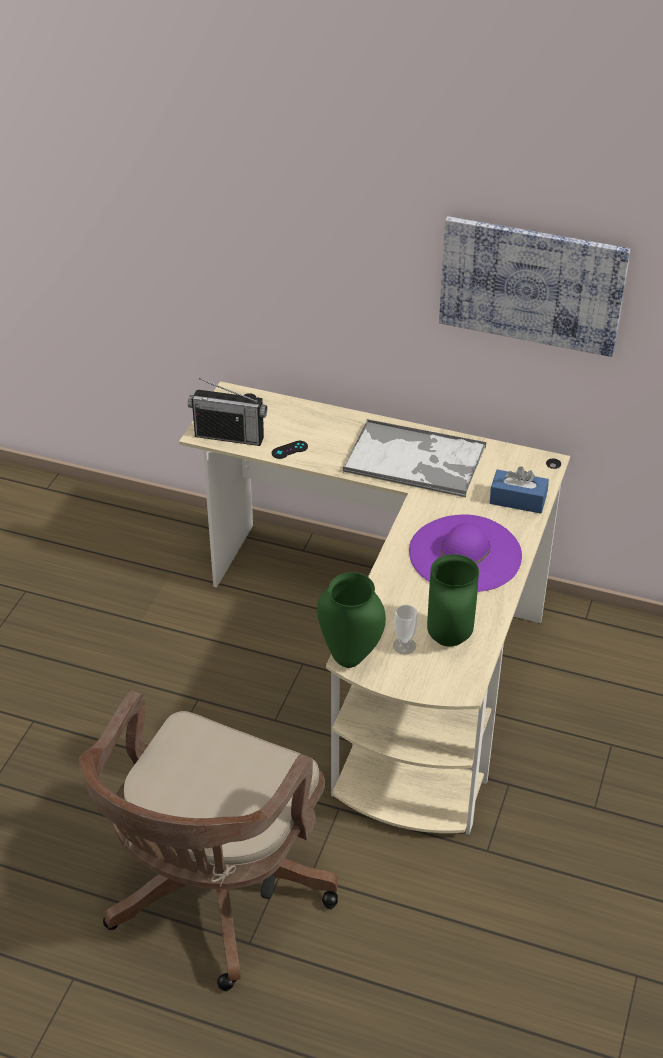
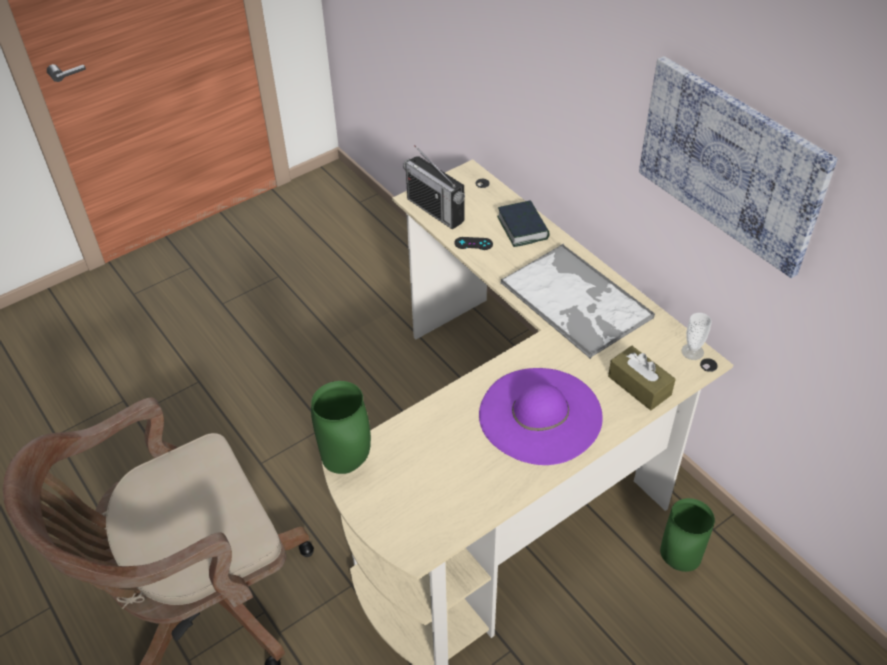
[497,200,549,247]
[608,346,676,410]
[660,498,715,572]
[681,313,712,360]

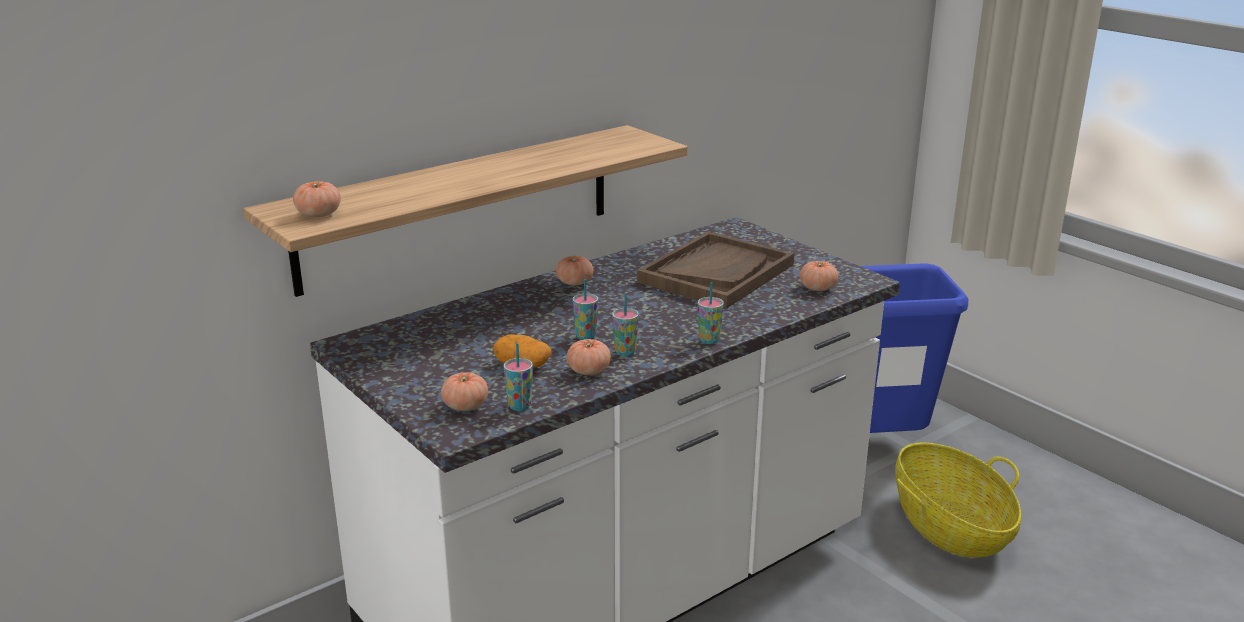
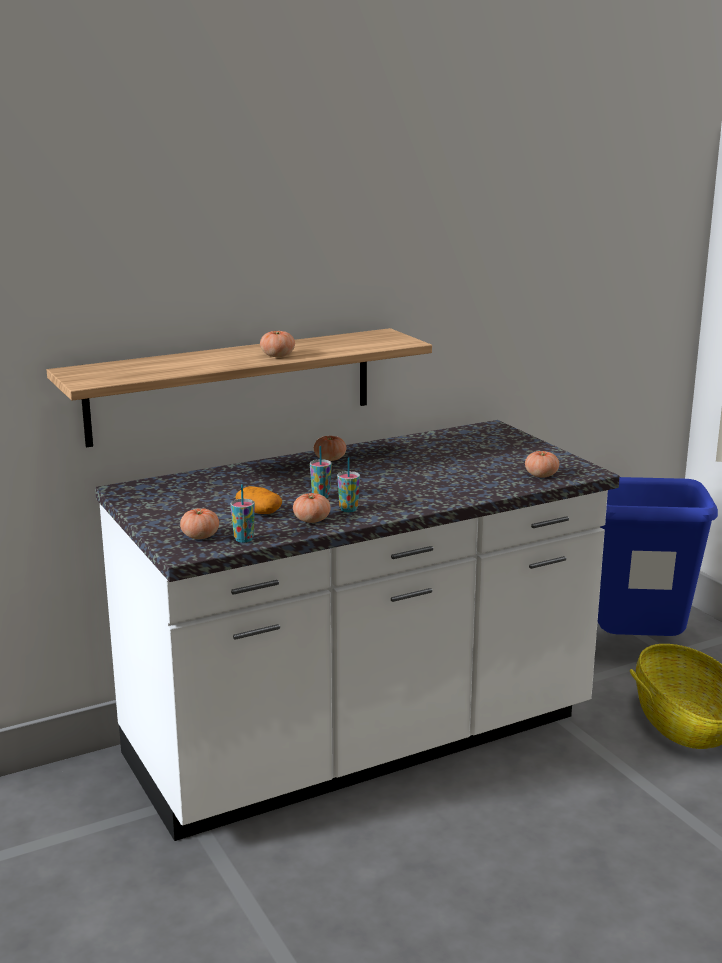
[260,331,295,357]
[637,231,794,309] (first image)
[698,282,724,344] (first image)

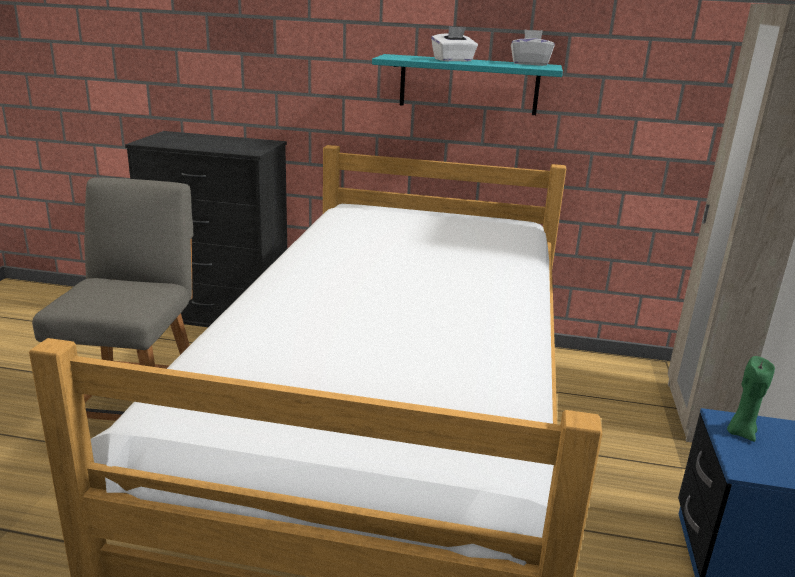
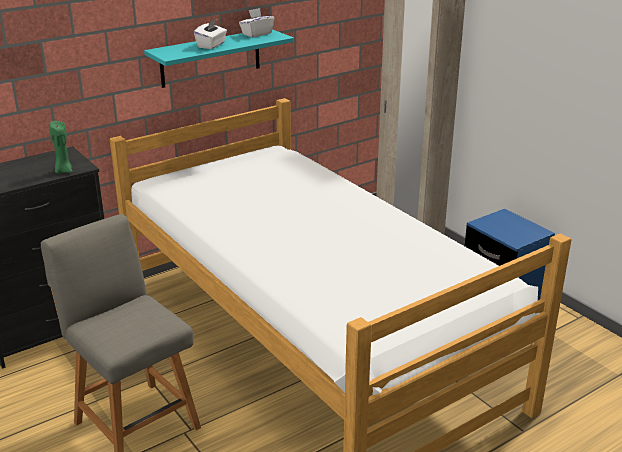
[50,121,73,174]

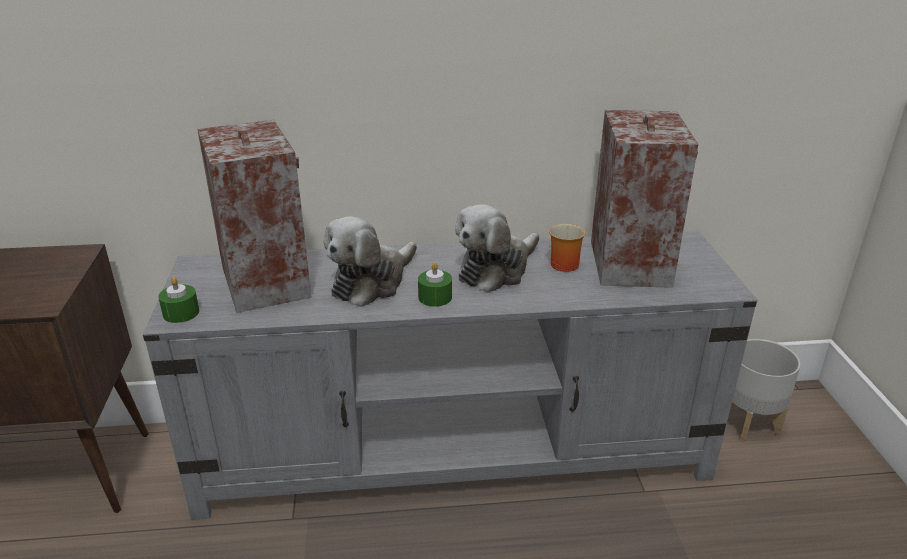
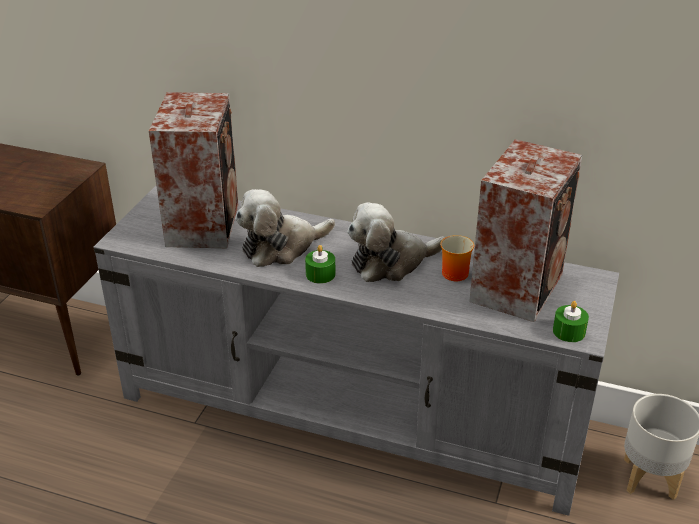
[553,301,589,342]

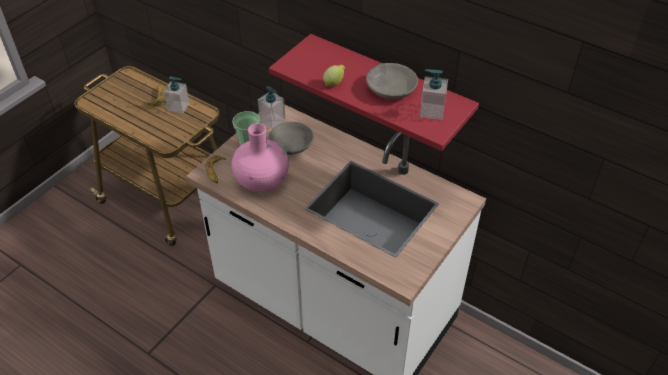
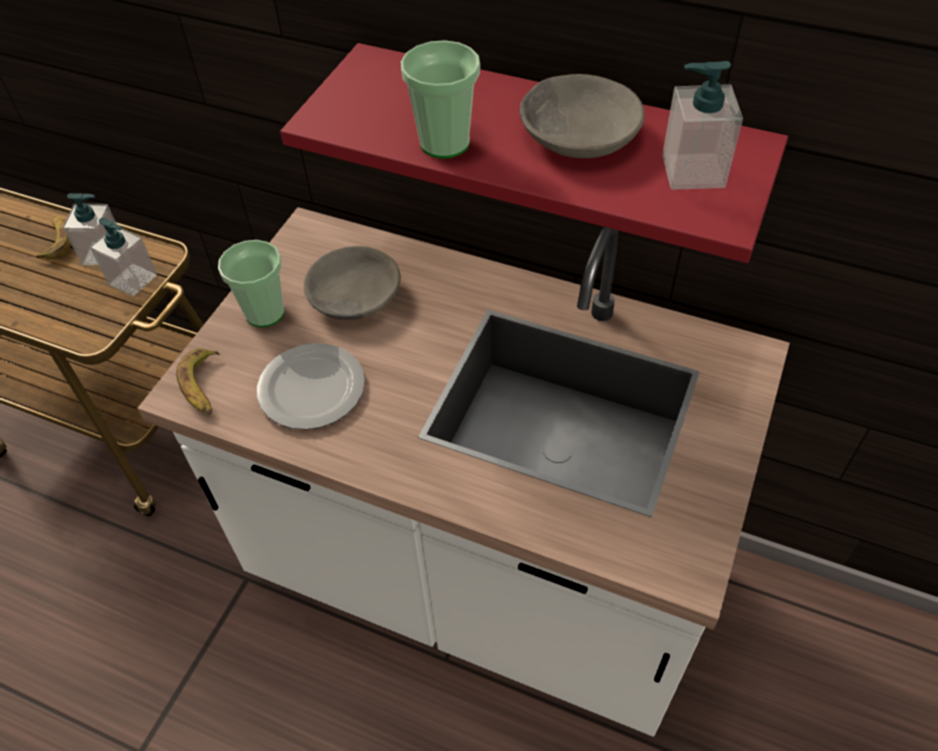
[90,217,157,296]
[257,343,365,430]
[401,40,480,159]

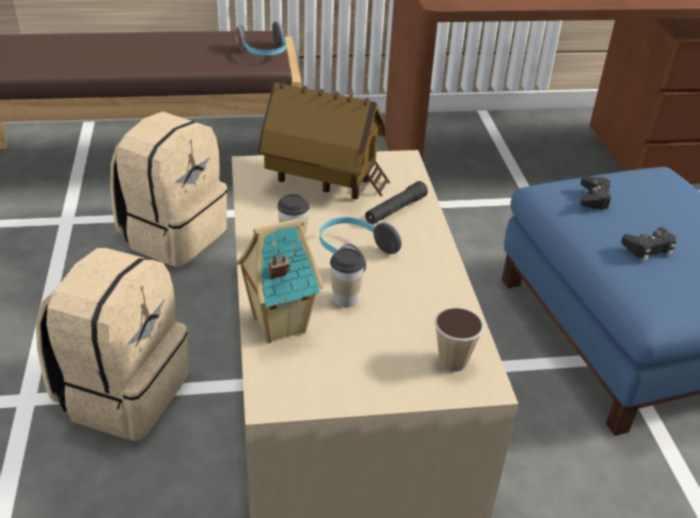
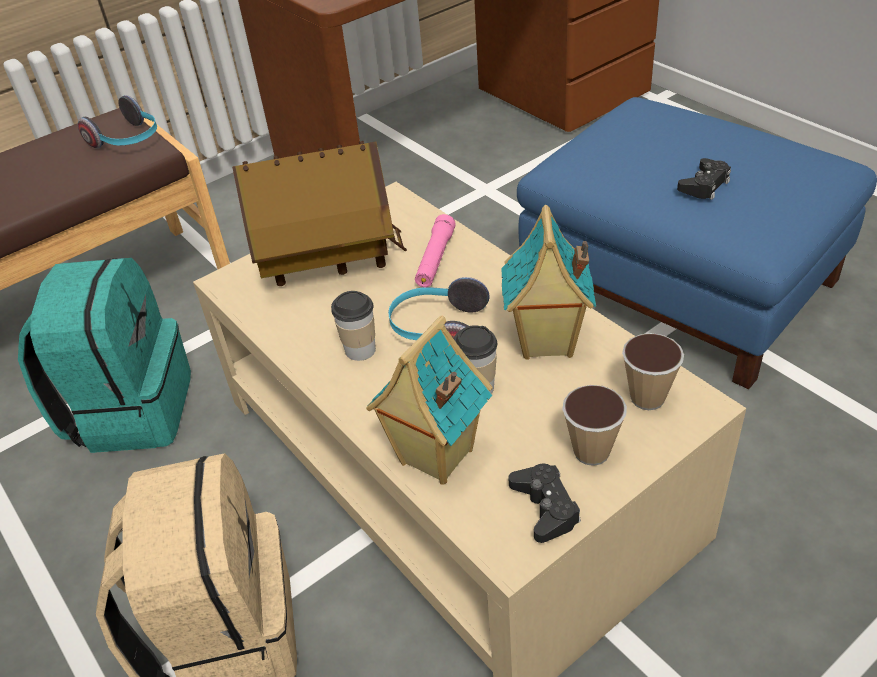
[18,258,191,453]
[415,214,456,287]
[501,205,596,360]
[508,463,581,543]
[562,385,627,466]

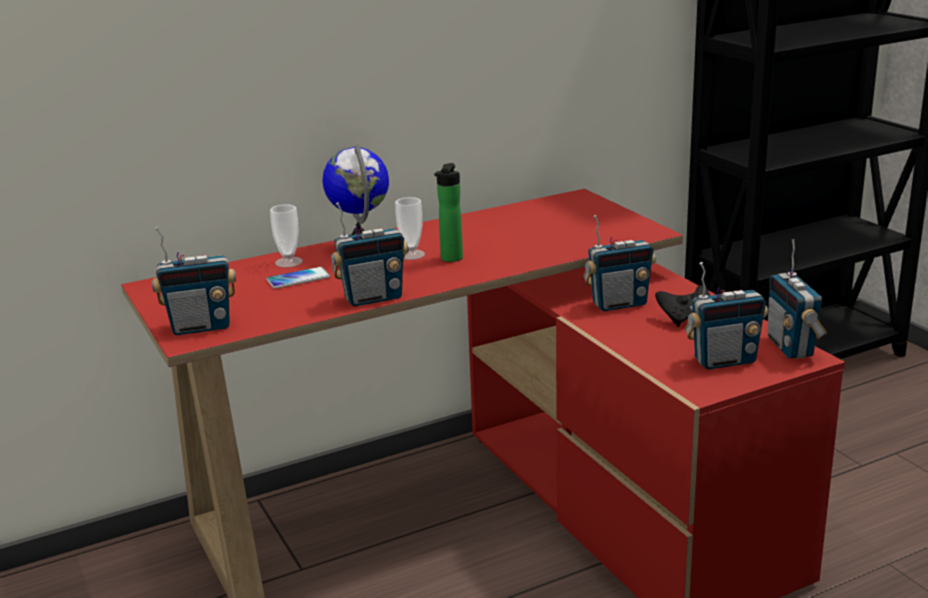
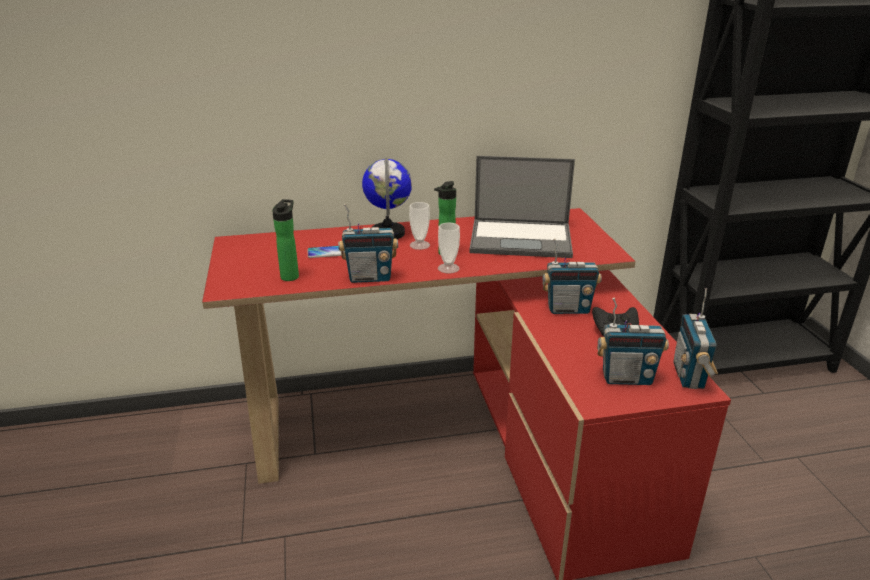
[272,199,299,281]
[438,223,460,274]
[470,156,575,258]
[152,227,236,335] (first image)

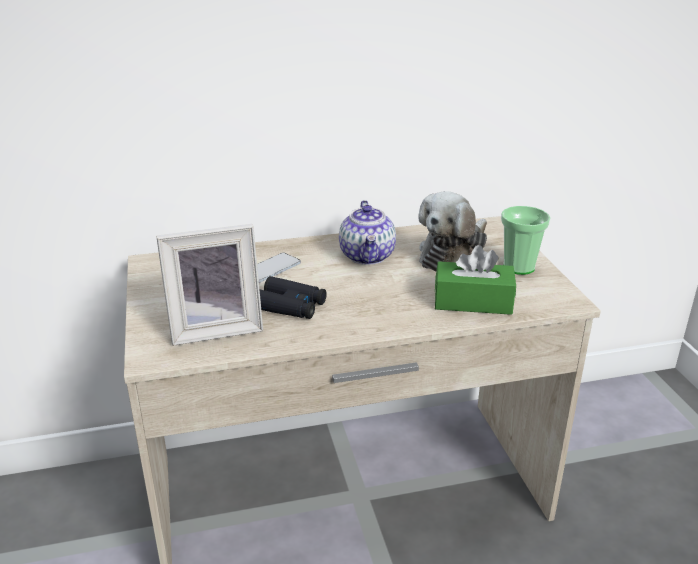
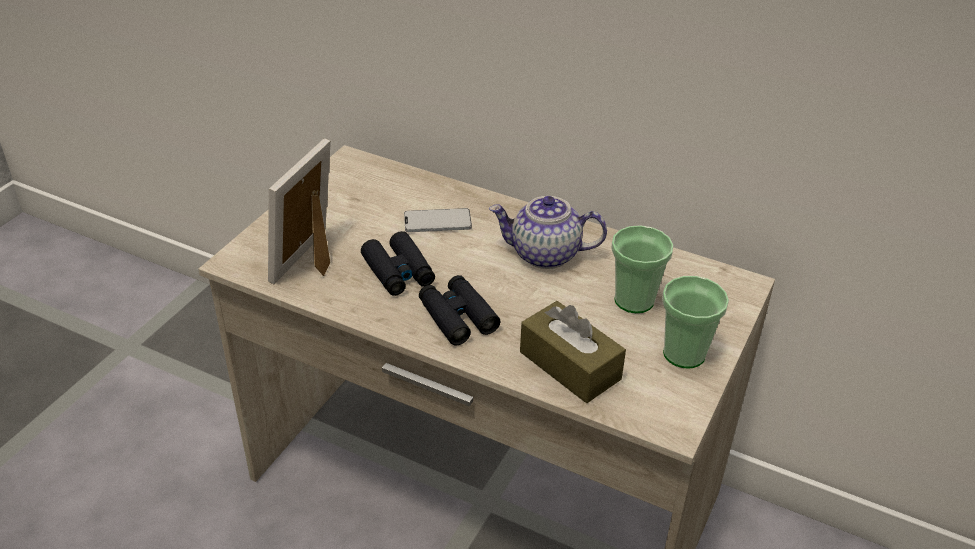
[268,139,331,284]
[419,275,500,346]
[489,196,607,269]
[520,301,626,403]
[611,225,674,313]

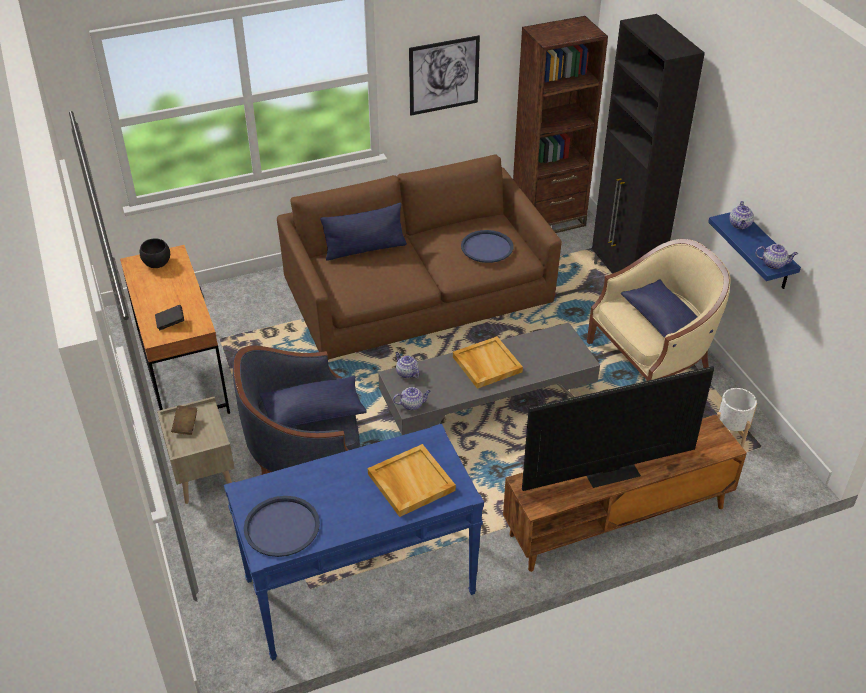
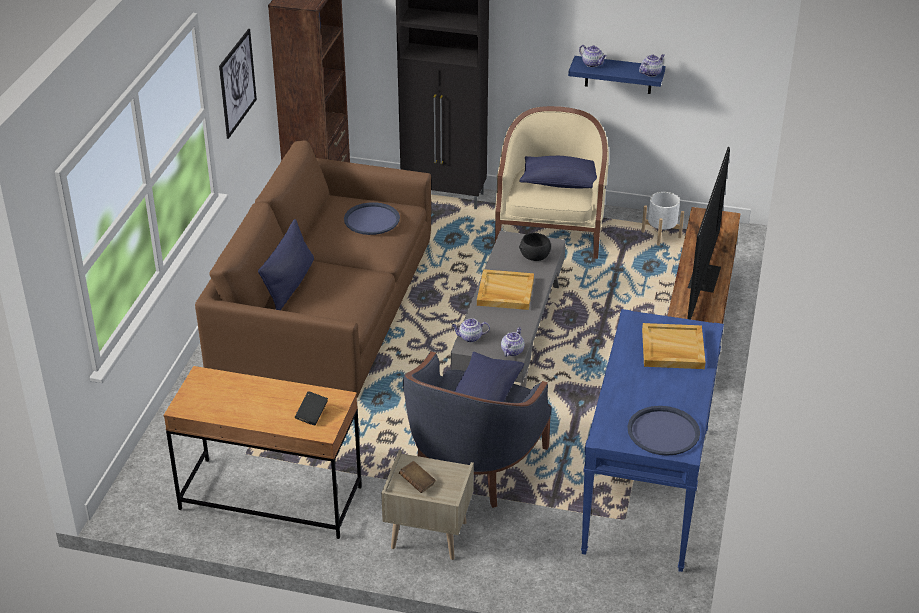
[519,233,551,261]

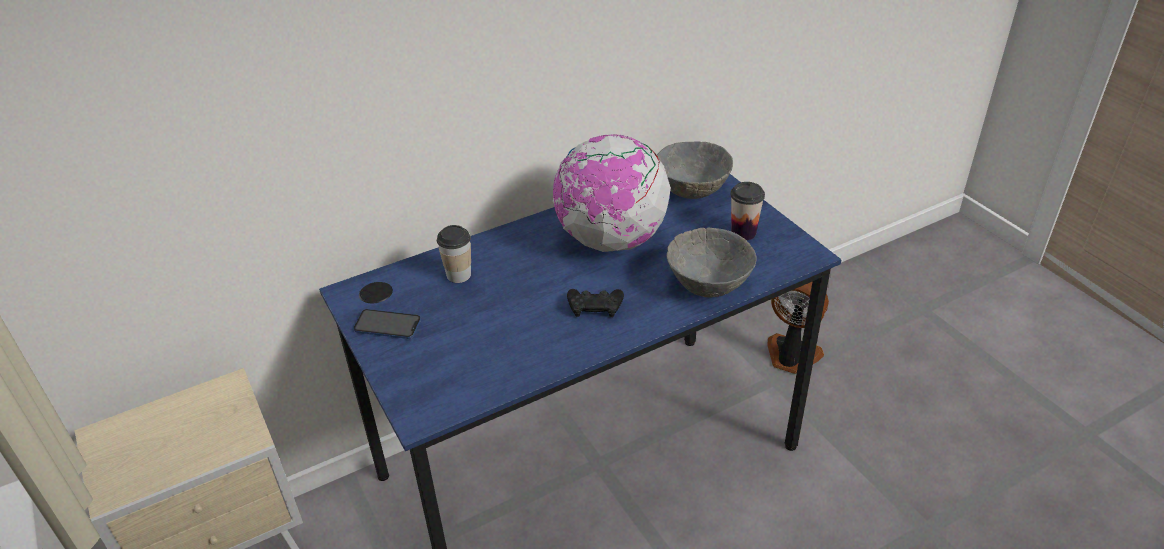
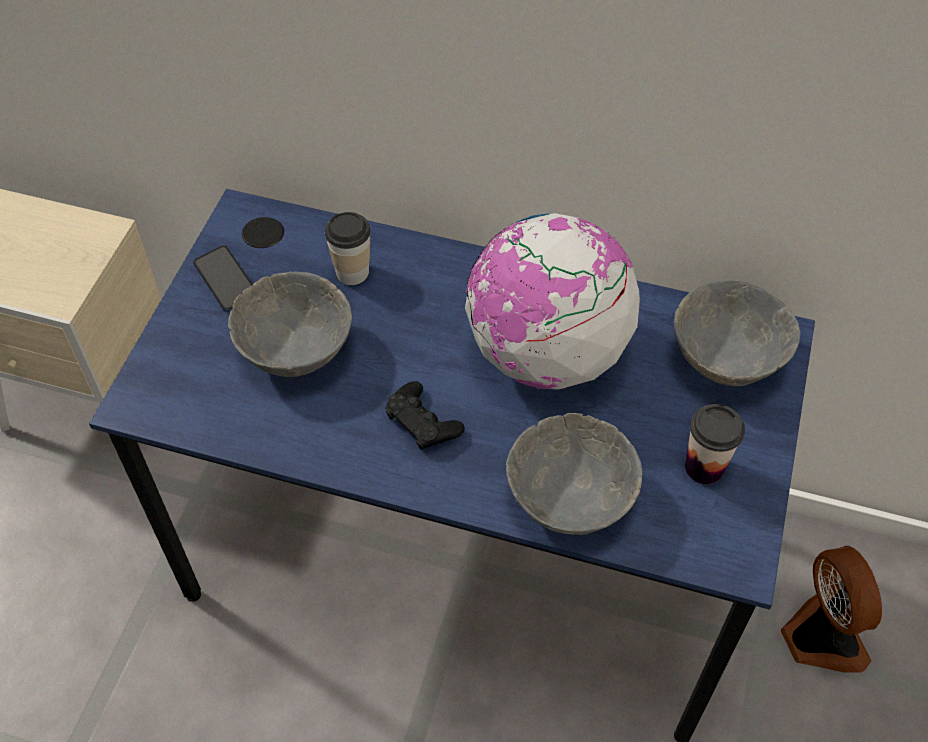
[228,271,352,377]

